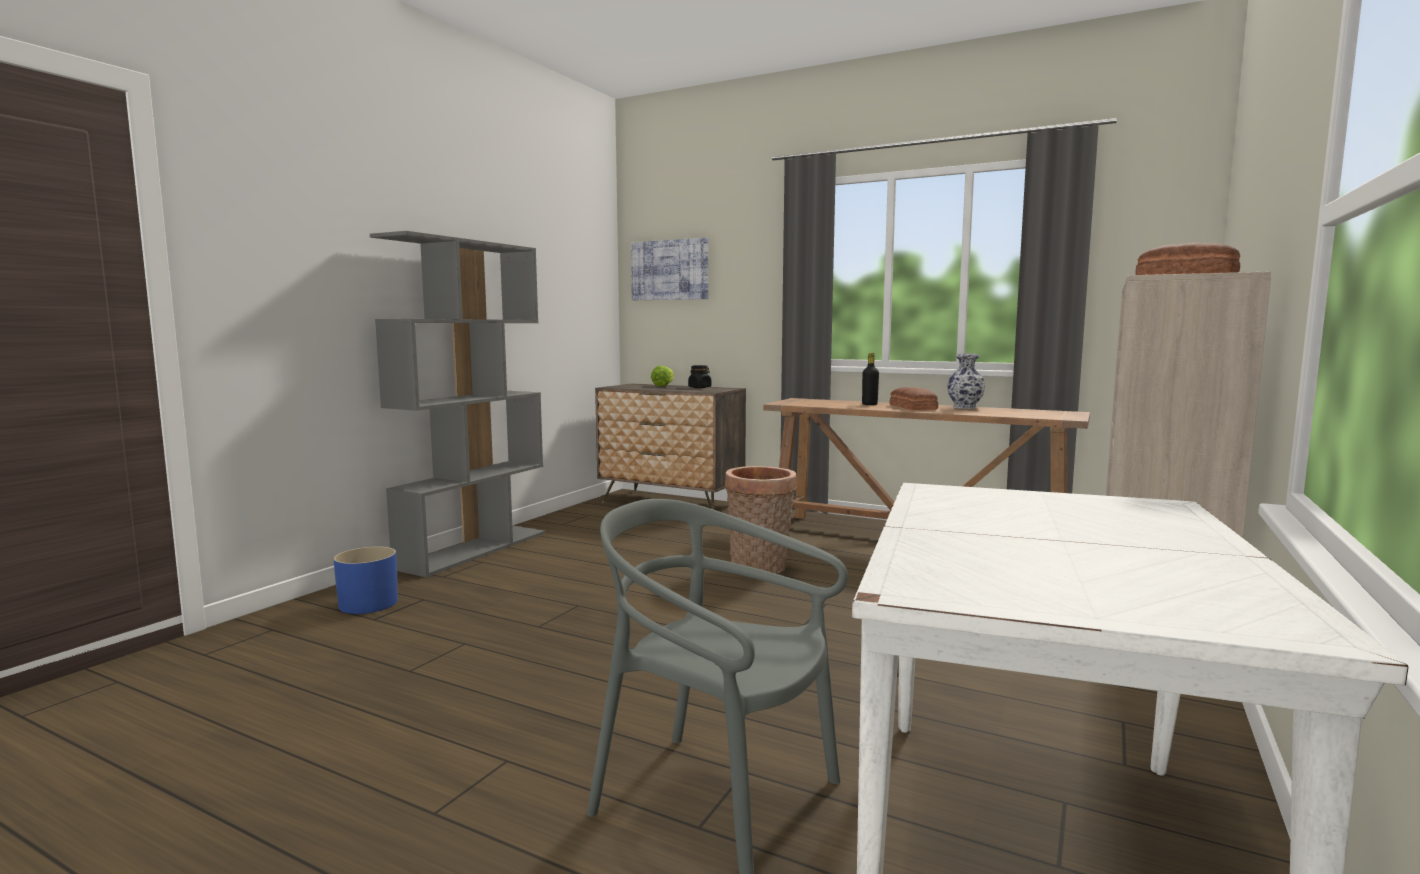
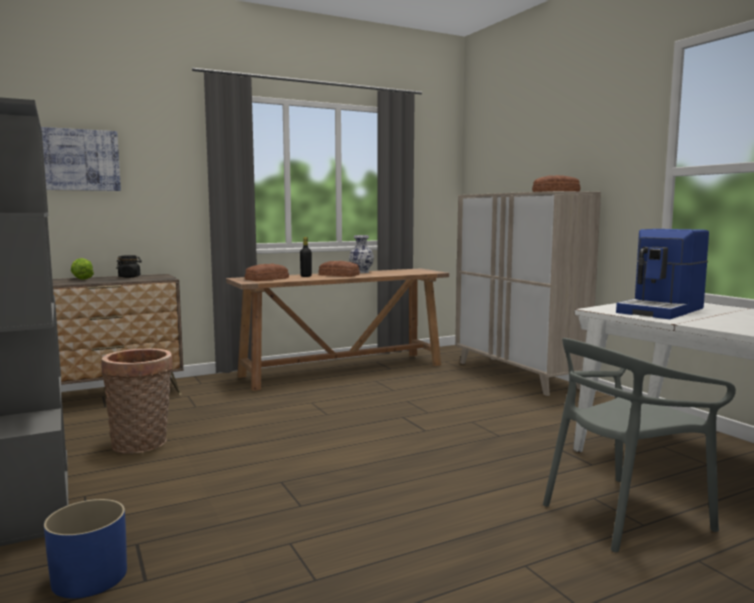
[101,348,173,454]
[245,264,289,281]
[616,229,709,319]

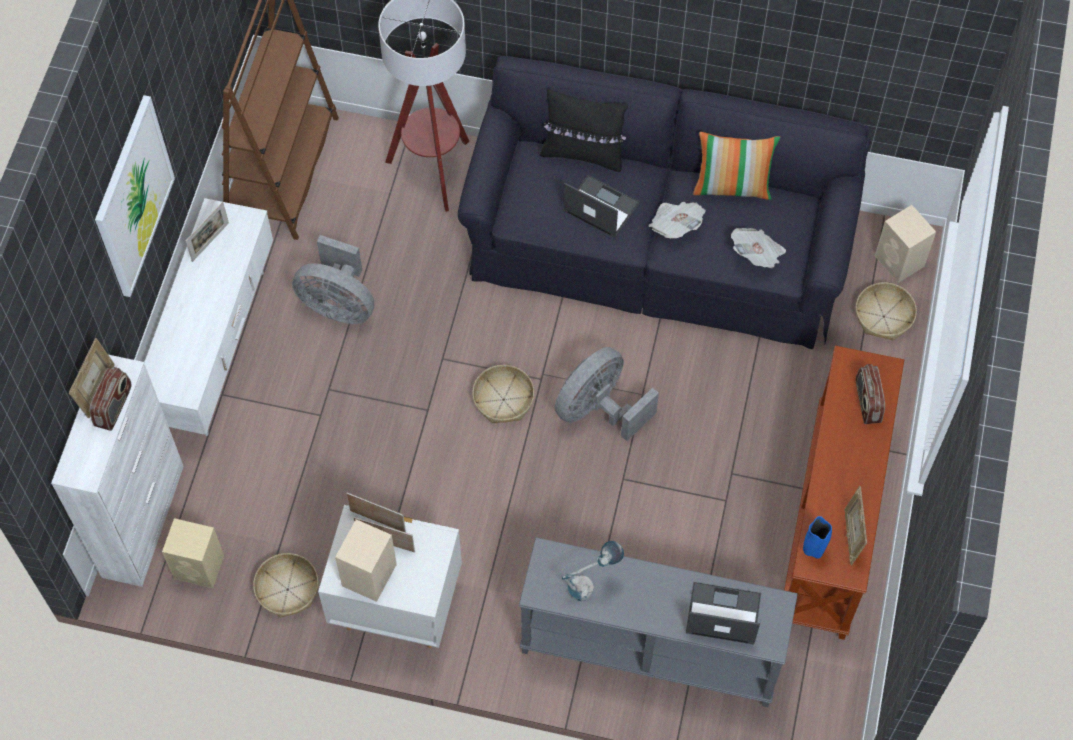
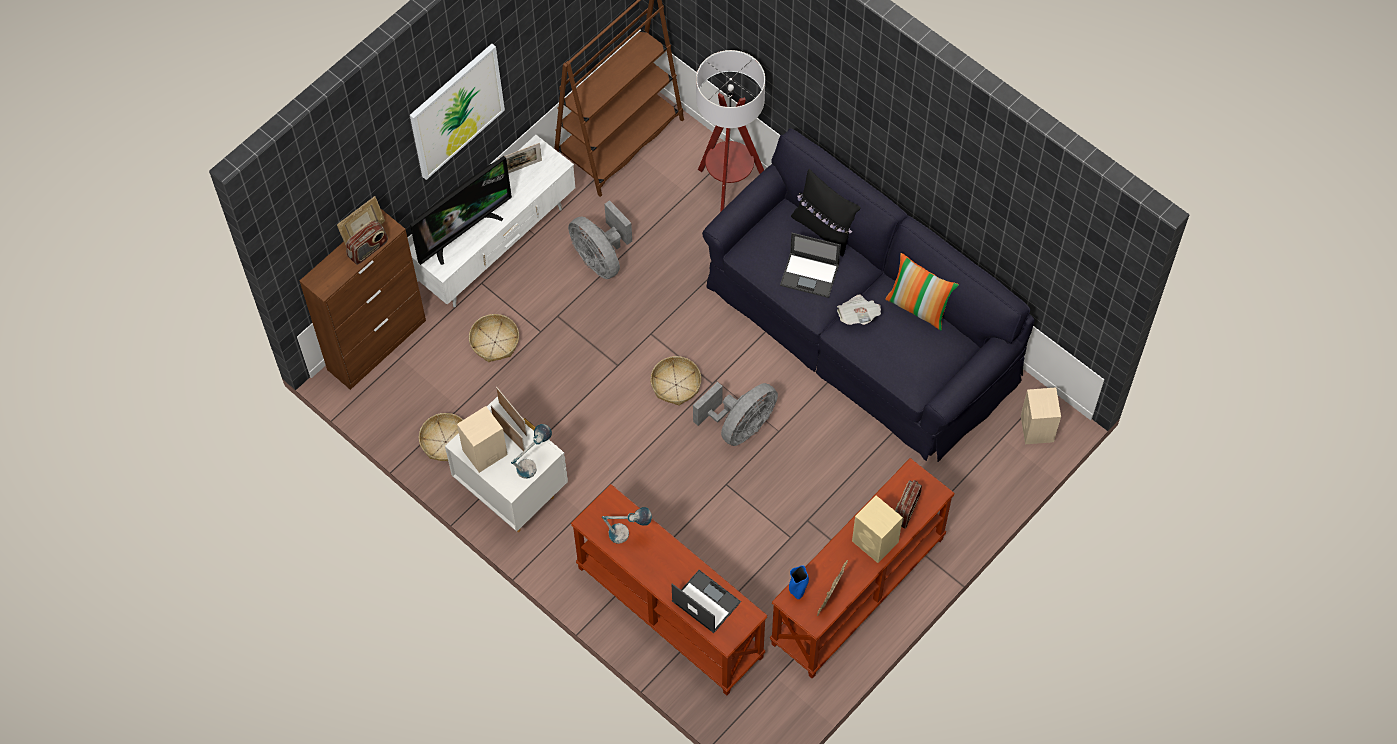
[300,209,426,390]
[410,156,512,265]
[469,314,519,362]
[511,424,552,479]
[571,484,768,696]
[693,382,778,446]
[780,233,841,298]
[852,495,903,563]
[731,228,786,268] (first image)

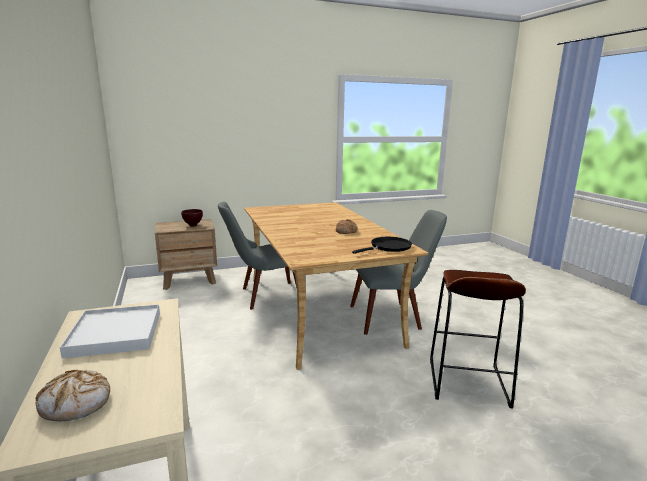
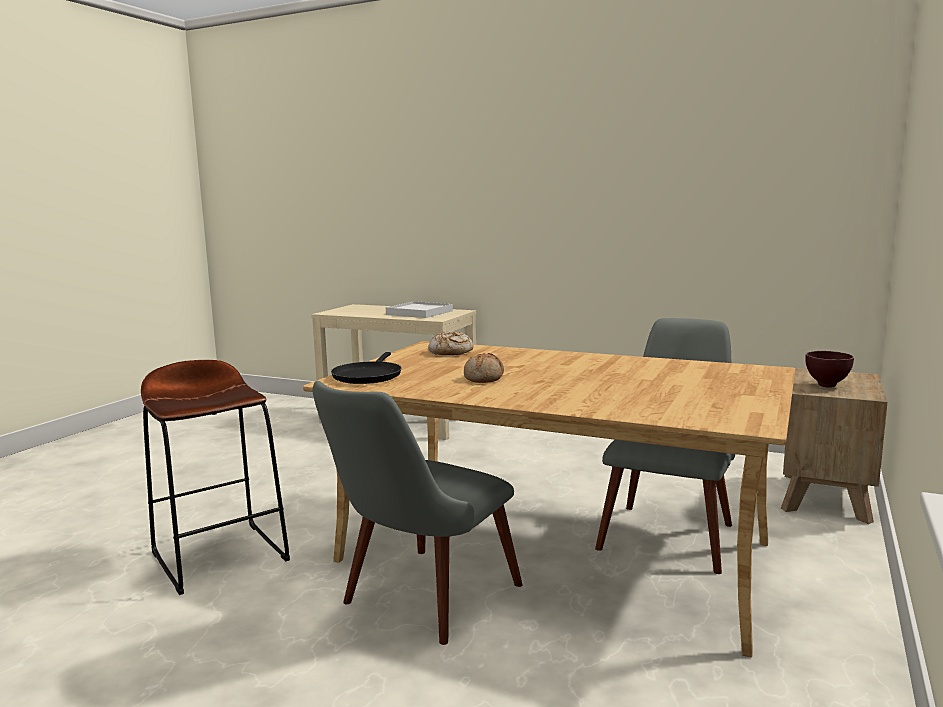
[428,331,474,355]

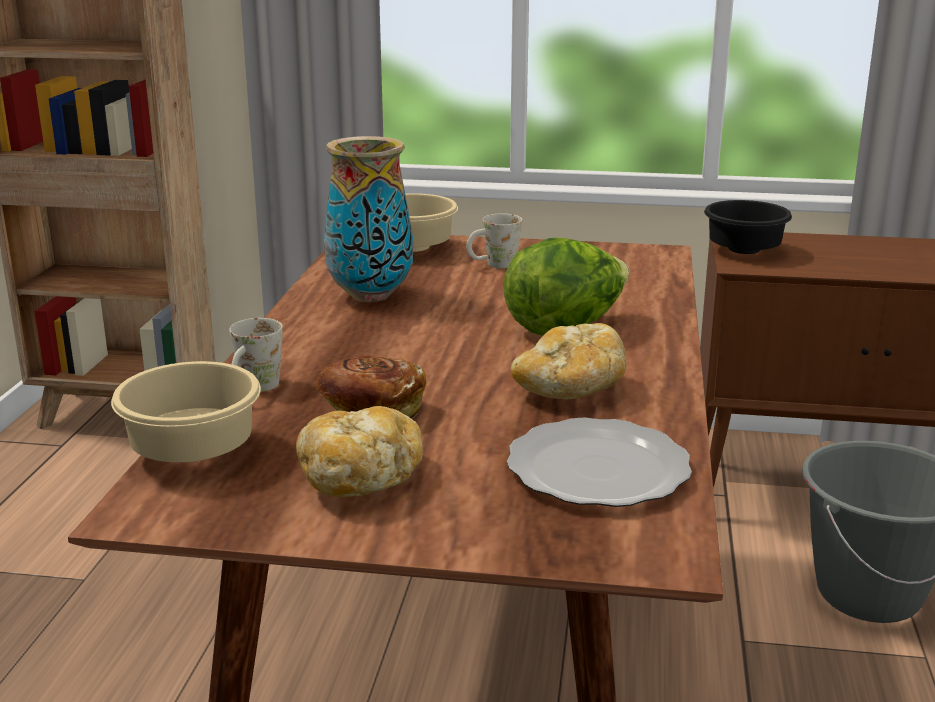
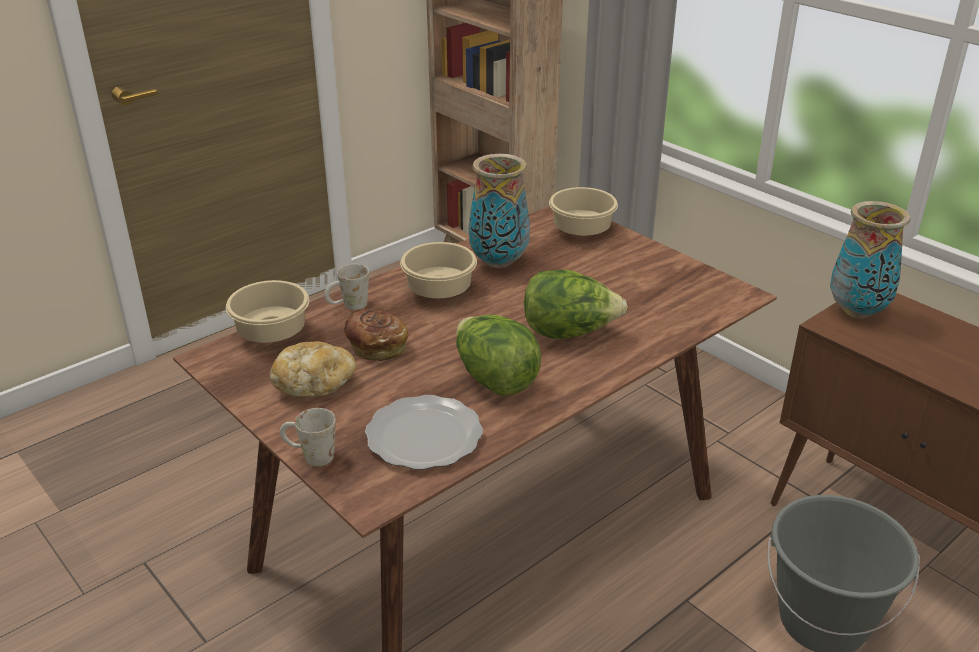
[280,408,336,466]
[400,242,477,298]
[456,315,541,396]
[830,201,910,318]

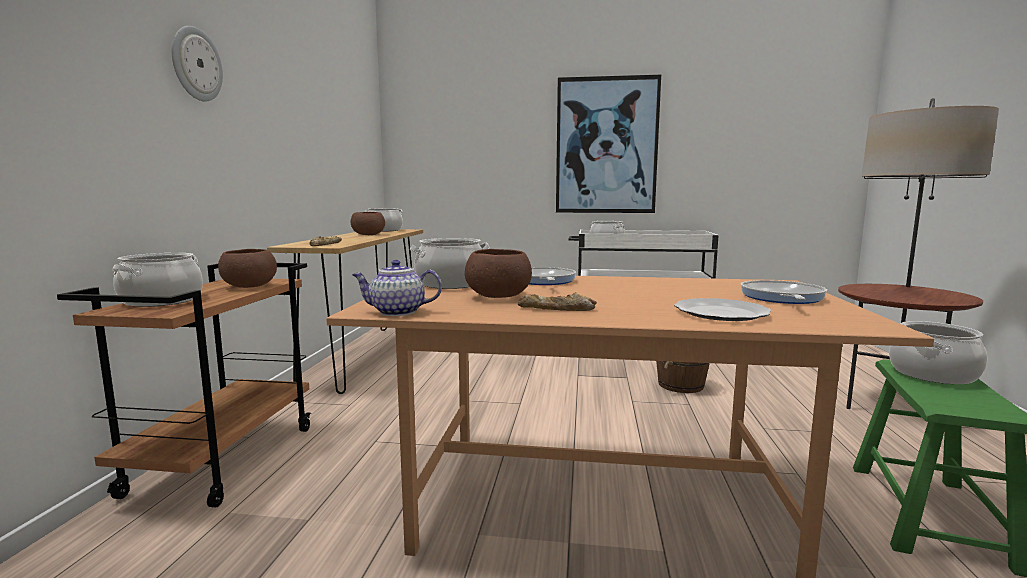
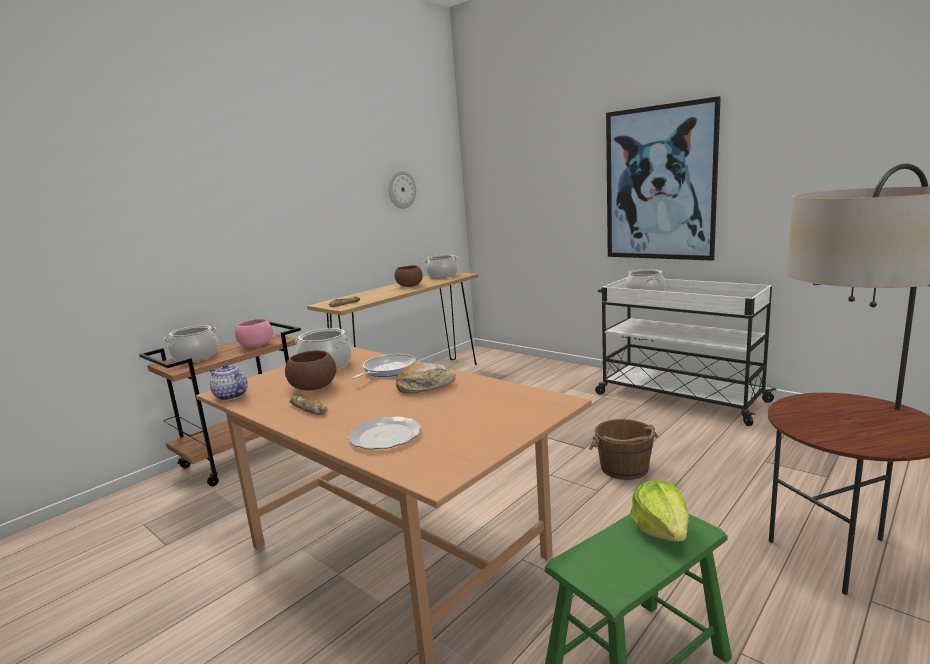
[235,319,273,347]
[388,170,416,209]
[396,363,456,394]
[630,480,689,542]
[741,280,827,304] (first image)

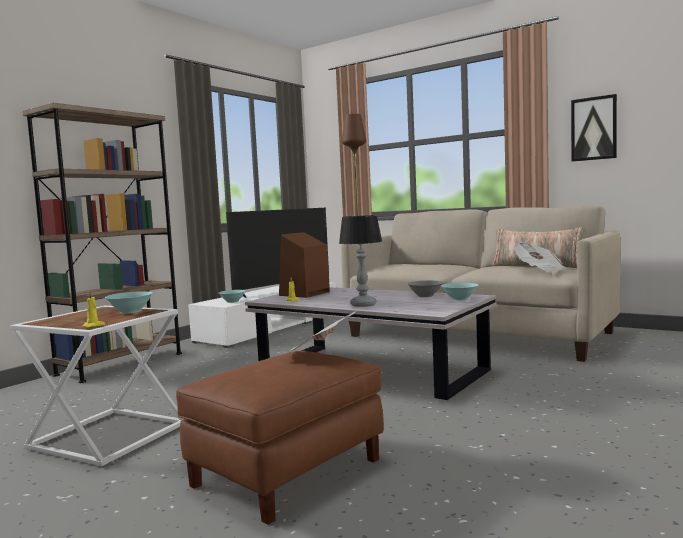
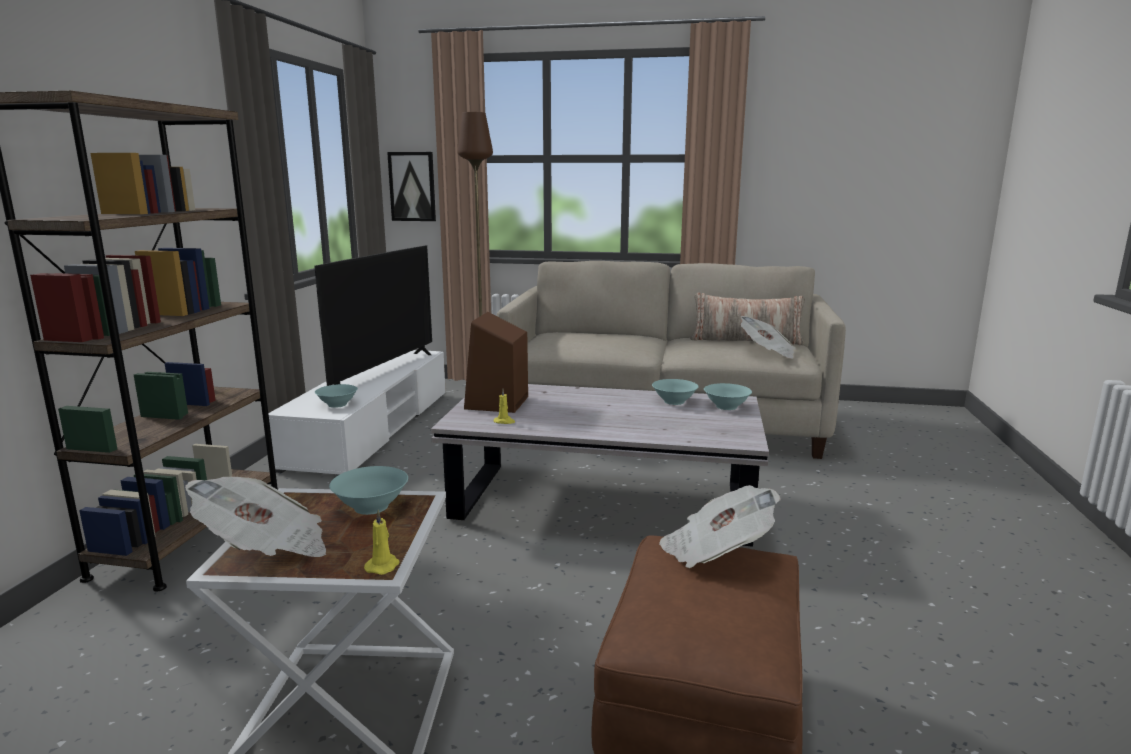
[185,477,326,557]
[387,152,436,221]
[652,379,699,405]
[339,215,382,307] (first image)

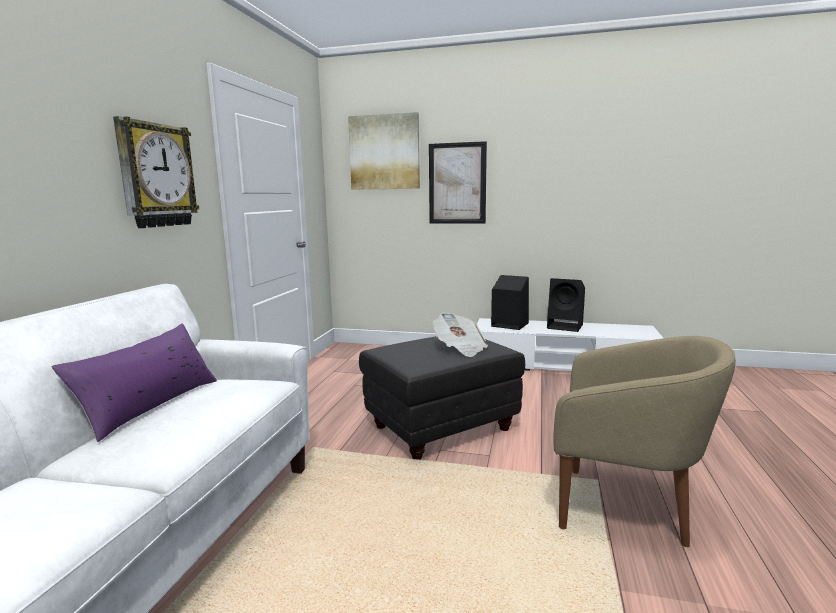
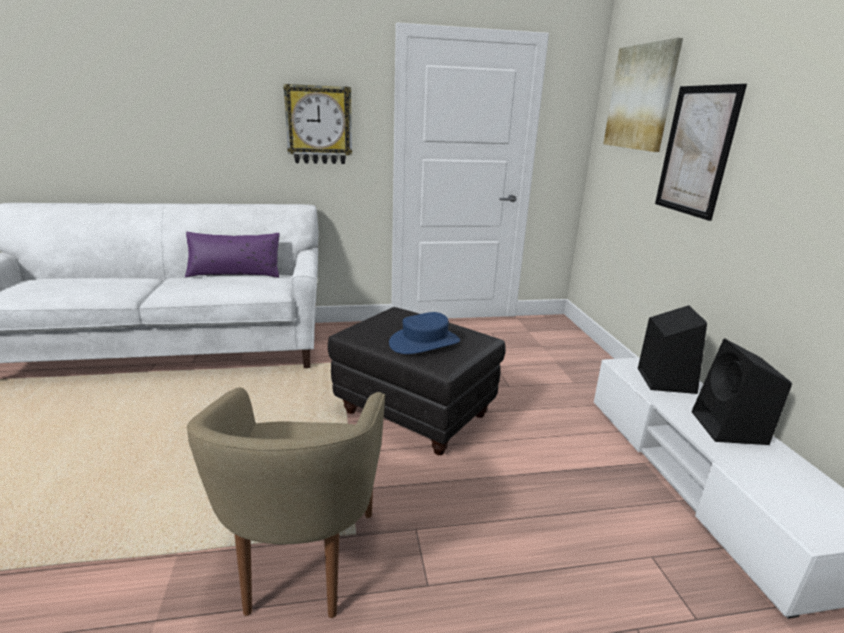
[389,312,460,354]

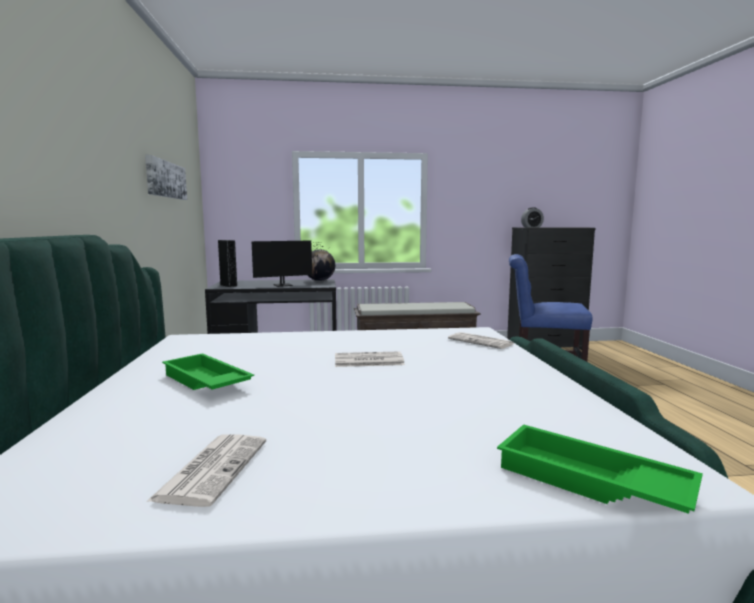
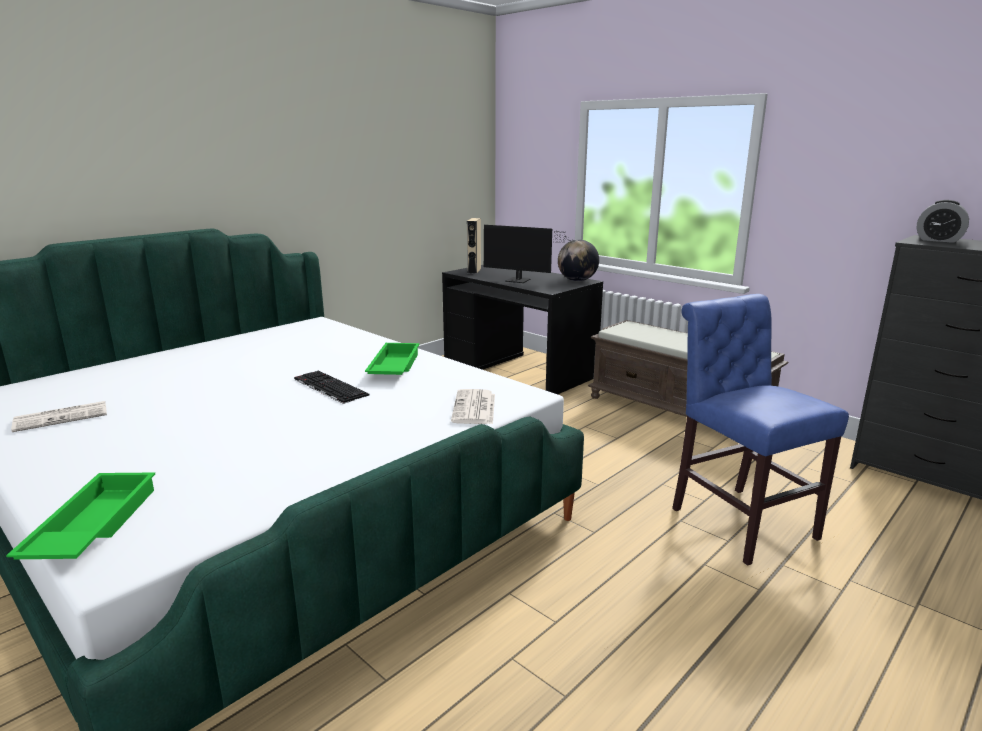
[294,371,369,404]
[365,343,419,375]
[467,218,481,274]
[145,155,187,200] (first image)

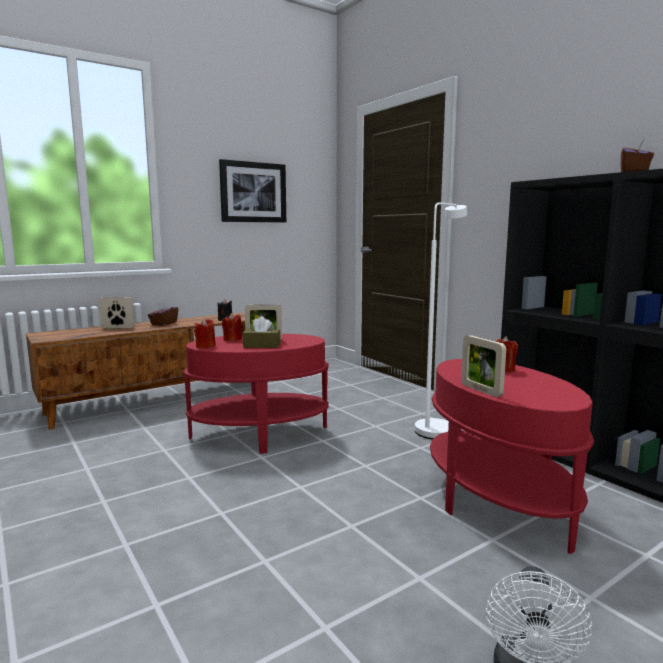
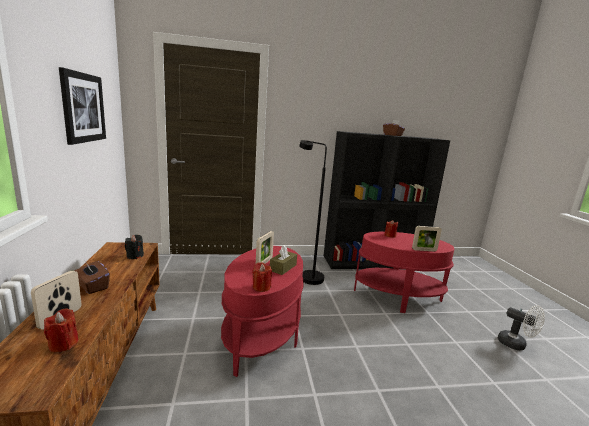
[44,308,79,352]
[299,140,327,285]

